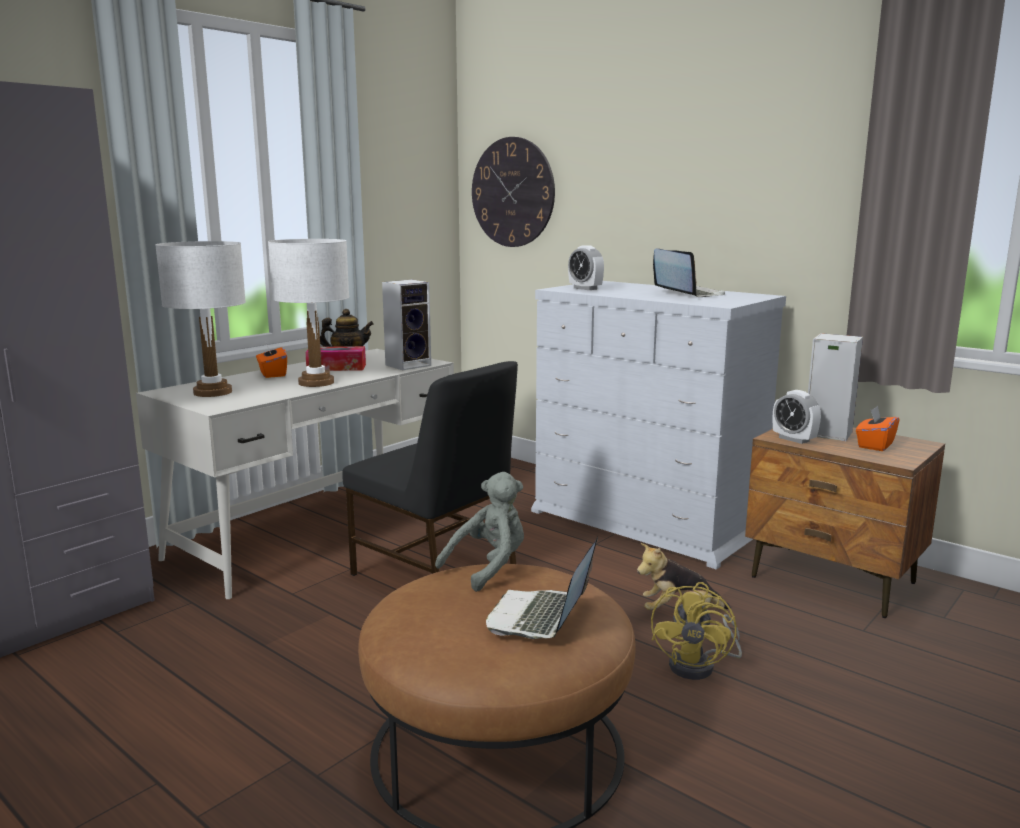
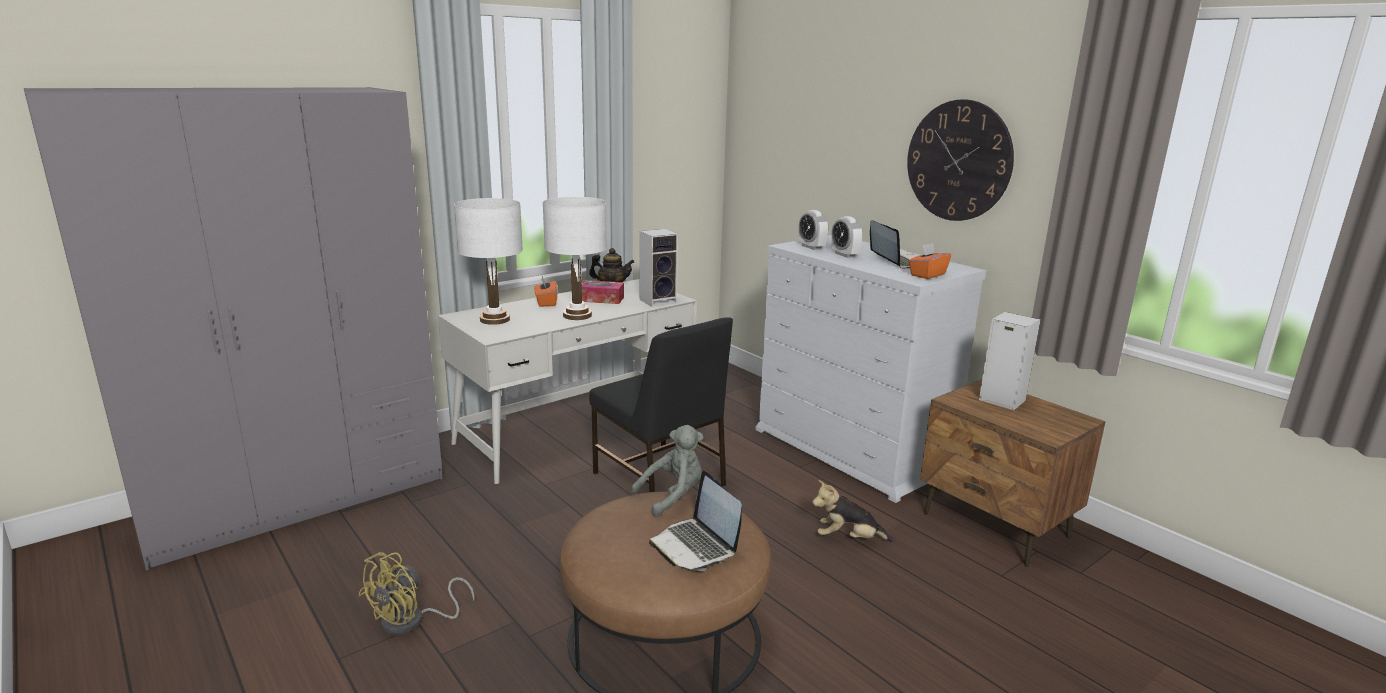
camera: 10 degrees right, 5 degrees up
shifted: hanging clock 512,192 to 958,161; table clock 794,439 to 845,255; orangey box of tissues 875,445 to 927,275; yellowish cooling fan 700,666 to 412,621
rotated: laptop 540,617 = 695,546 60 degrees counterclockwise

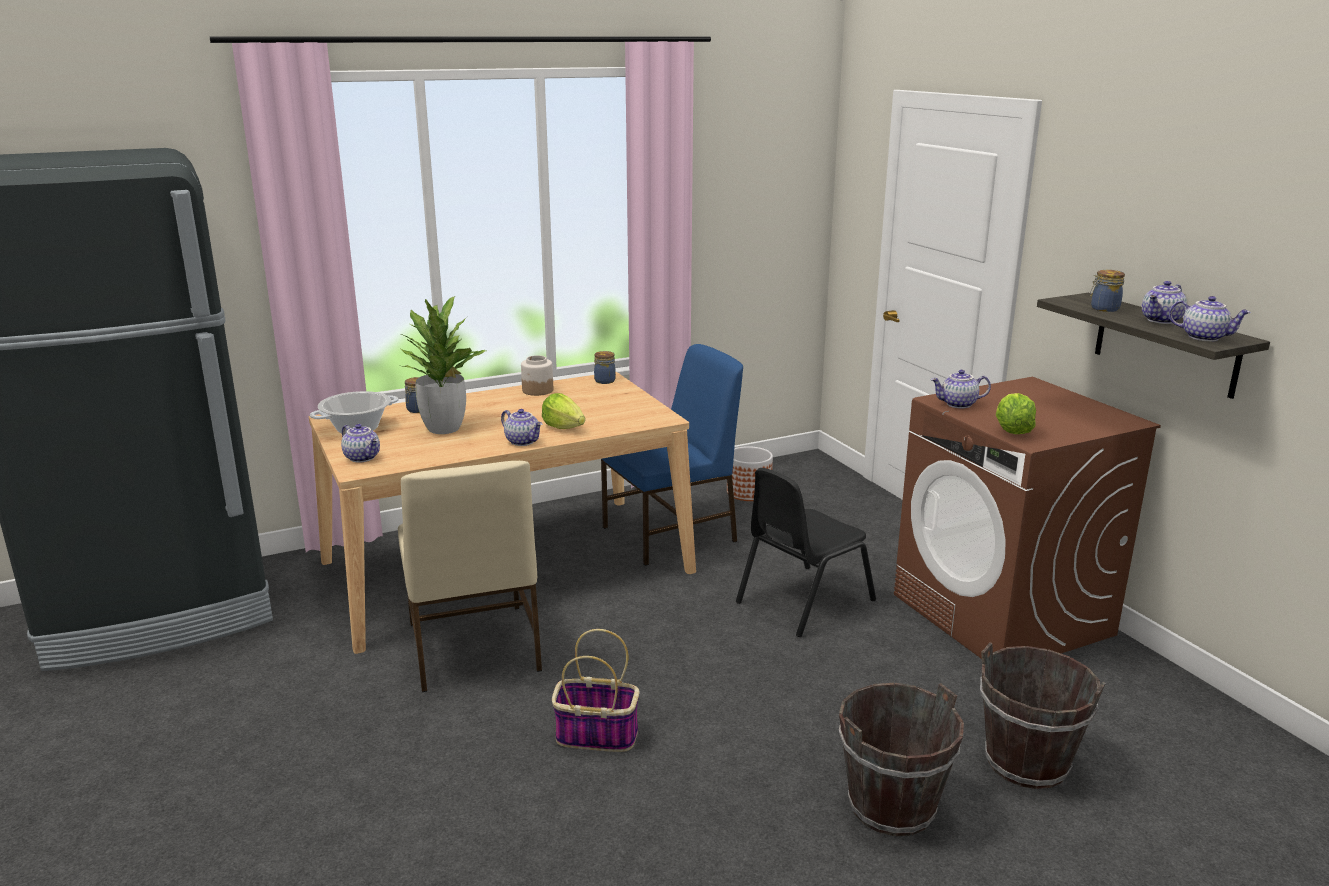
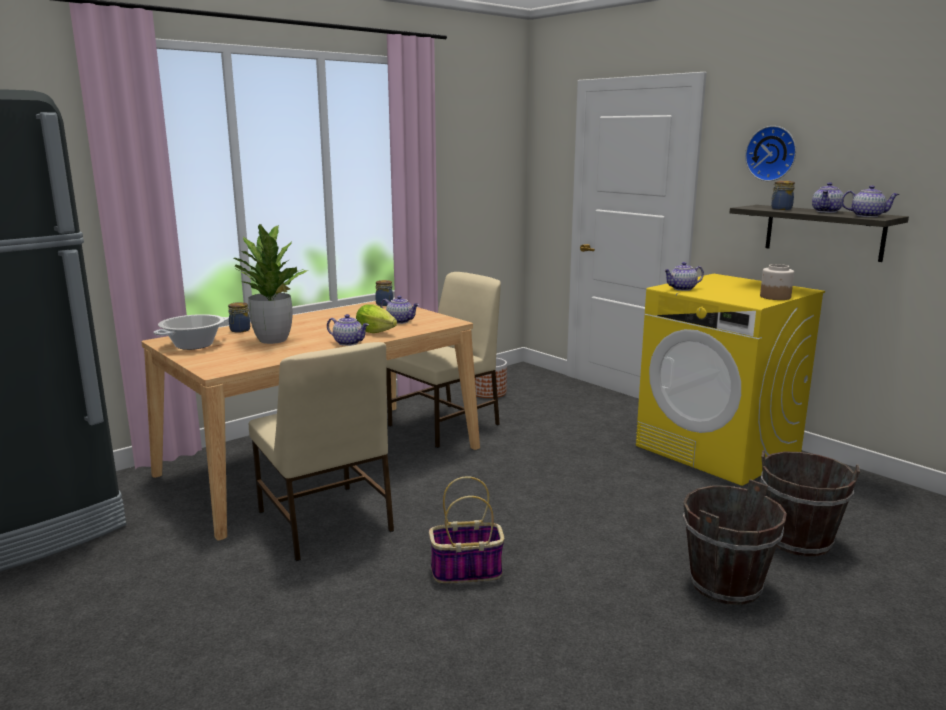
camera: 15 degrees left, 5 degrees down
gone: head of lettuce 1012,431; black upright chair 803,601
new: hanging clock 772,153
shifted: preserve jar 537,390 to 774,297; pot for tea 363,457 to 400,321
repainted: blue upright chair 672,534 to beige-coloured upright chair 446,425; brown-coloured laundry appliance 1002,615 to yellowish laundry appliance 718,449

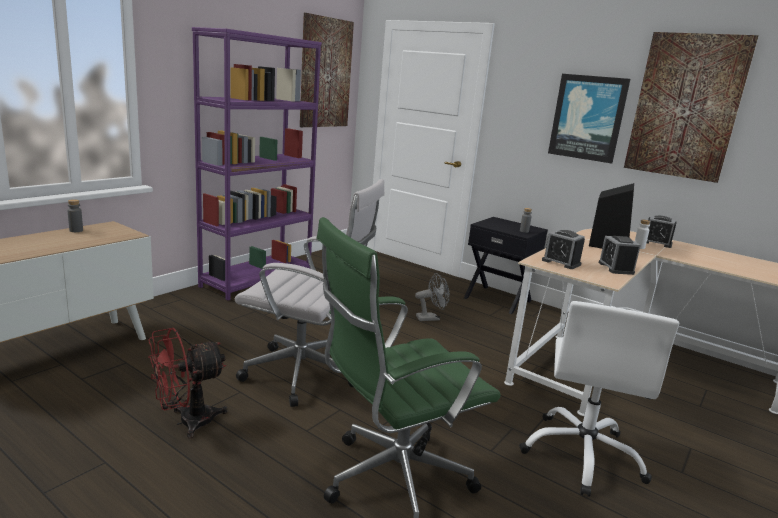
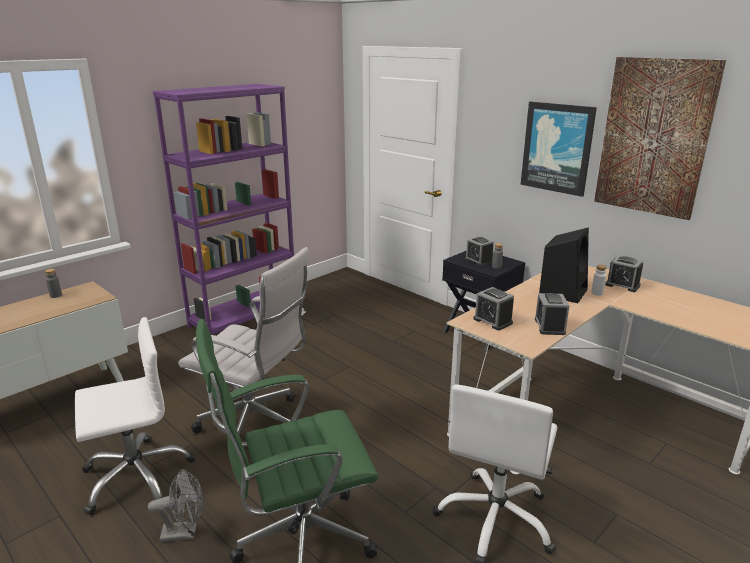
camera: 10 degrees right, 5 degrees up
gone: picture 325,73
new: table clock 478,261
shifted: greyish cooling fan 431,318 to 185,532
swapped: red cooling fan 187,422 to white-coloured office chair 137,476

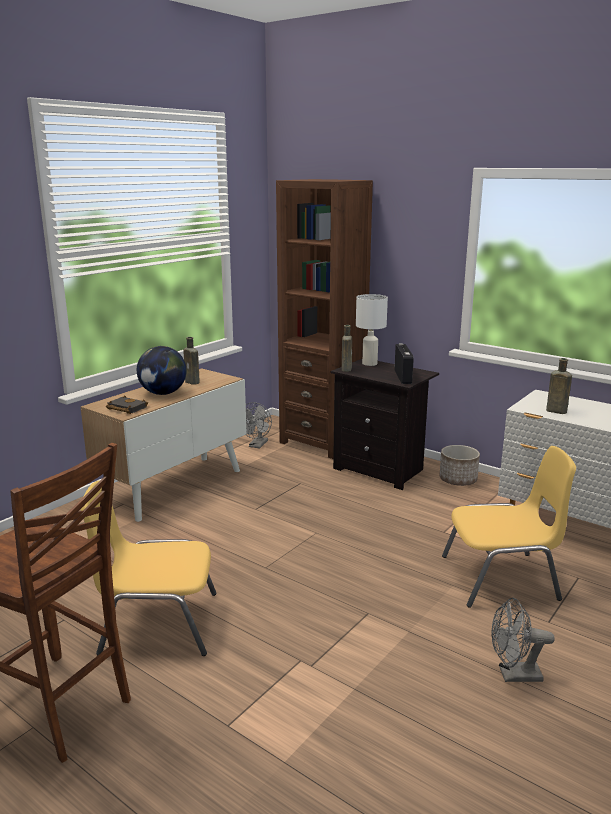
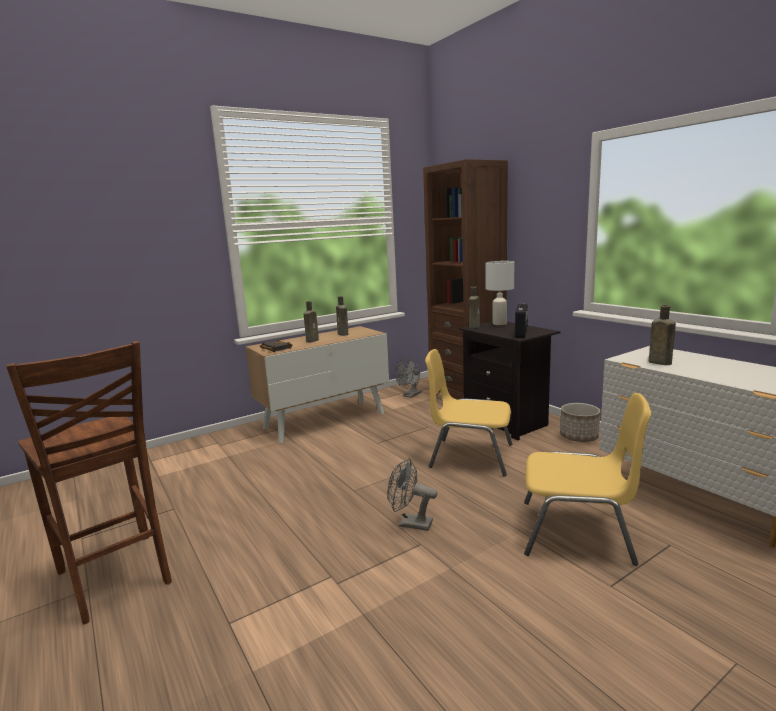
camera: 20 degrees right, 5 degrees down
shifted: yellowish upright chair 157,623 to 470,456; greyish cooling fan 513,675 to 410,523
swapped: globe 163,393 to brown-coloured beverage bottle 313,340

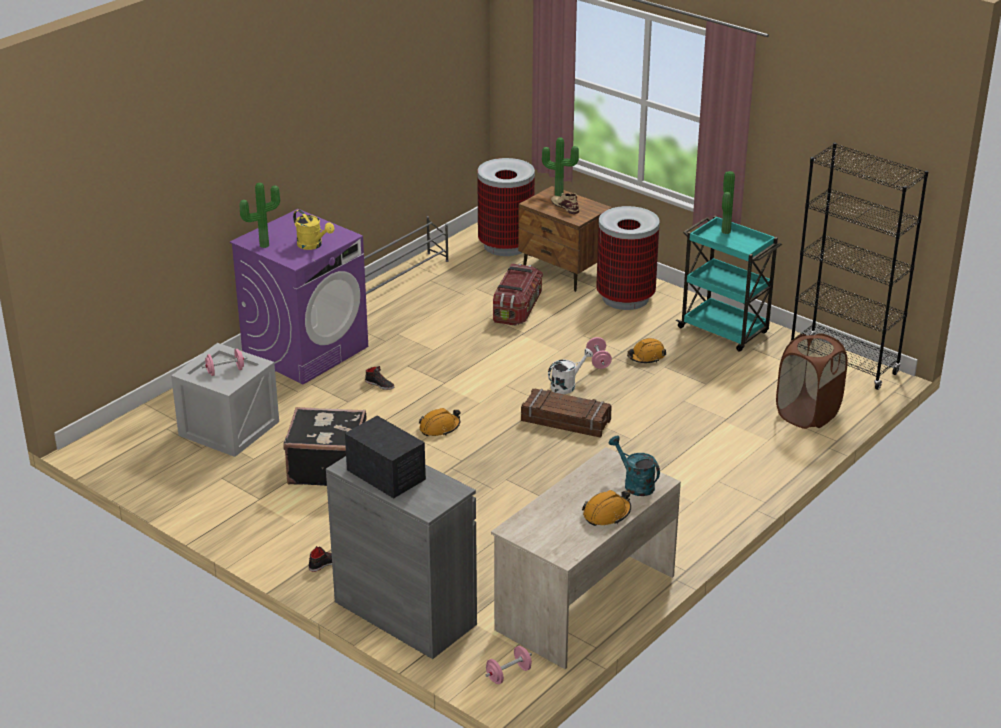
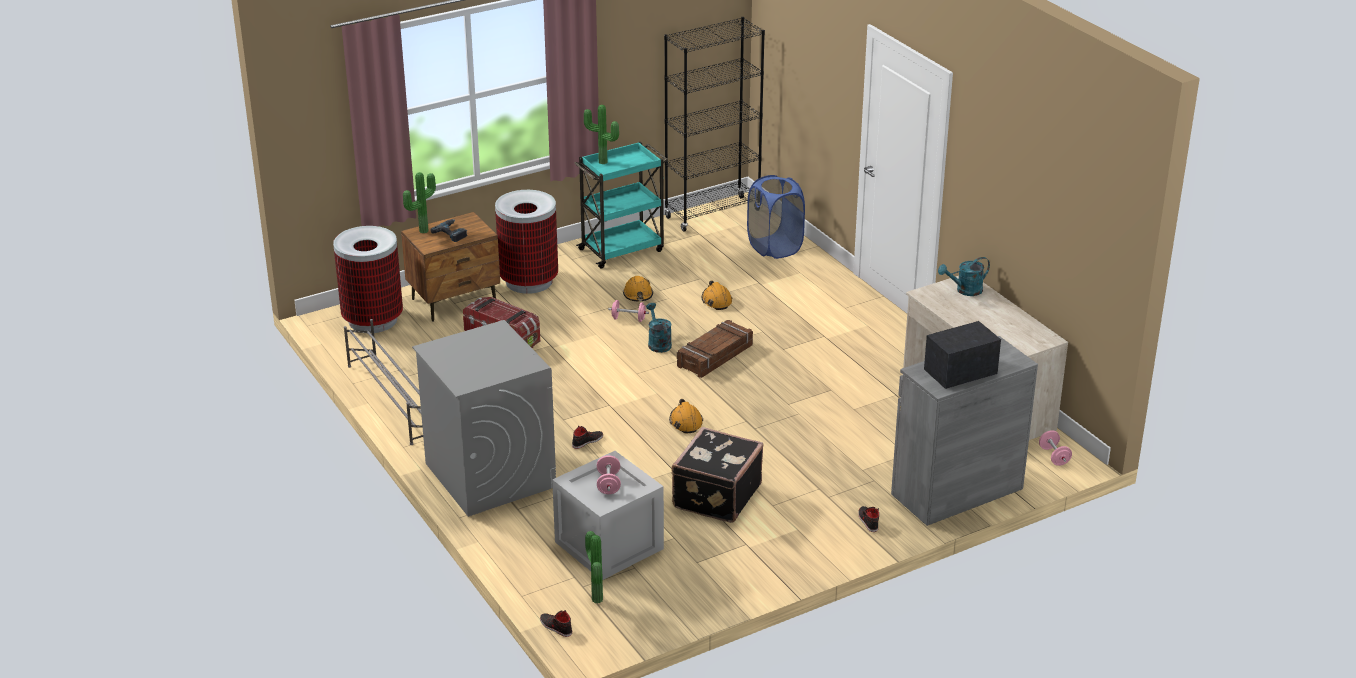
camera: 70 degrees left, 0 degrees up
gone: yellowish sprinkling can 313,245
new: black shoe 555,627
shifted: potted plant 263,245 to 595,600; orangey work helmet 607,514 to 716,301
swapped: beige-coloured boot 565,206 to electric drill 452,233
repainted: purple laundry appliance 306,350 to greyish laundry appliance 489,474; brown-coloured laundry basket 807,414 to blue laundry basket 774,247; white-coloured sprinkling can 567,385 to blue-green sprinkling can 658,343

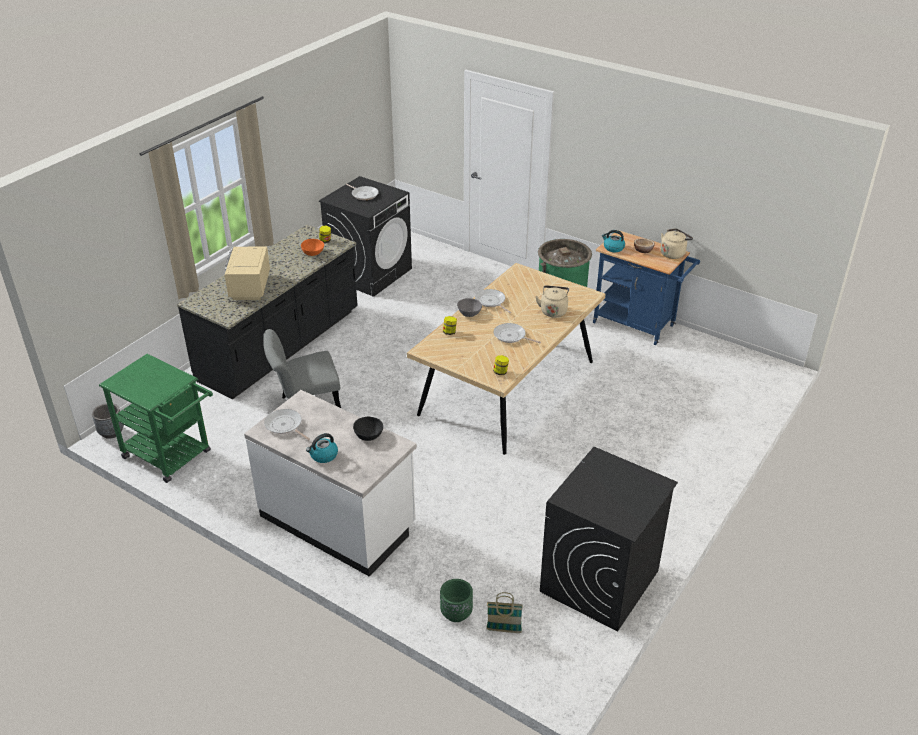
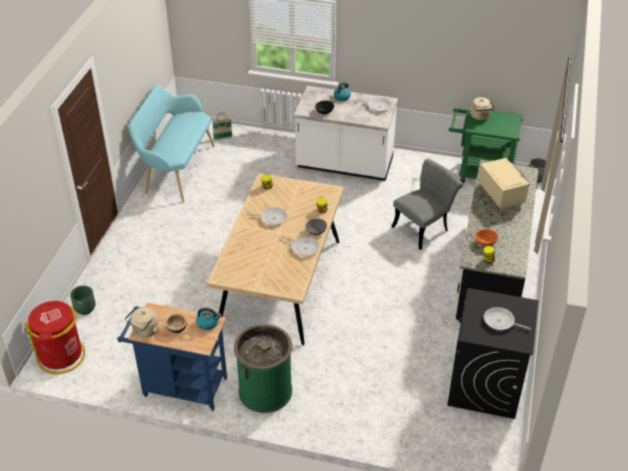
camera: 160 degrees right, 5 degrees up
new: red trash can 61,356
shifted: beige-coloured tea kettle 553,311 to 480,117; green planter 456,613 to 85,309
swapped: black laundry appliance 599,581 to blue-green long seat 176,170

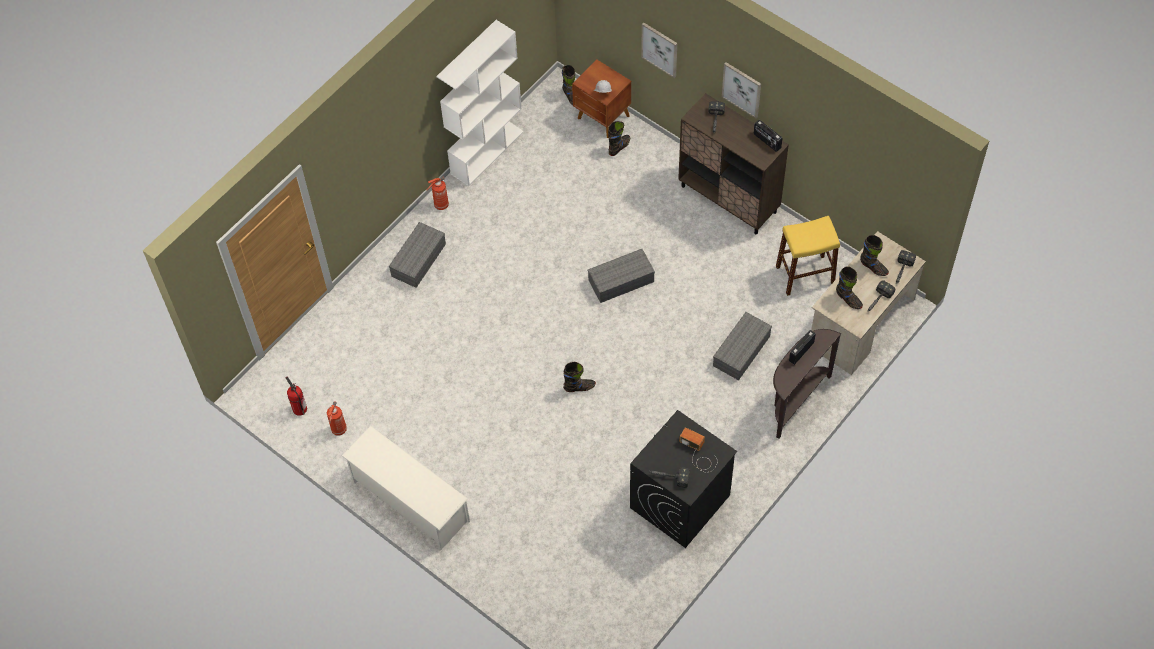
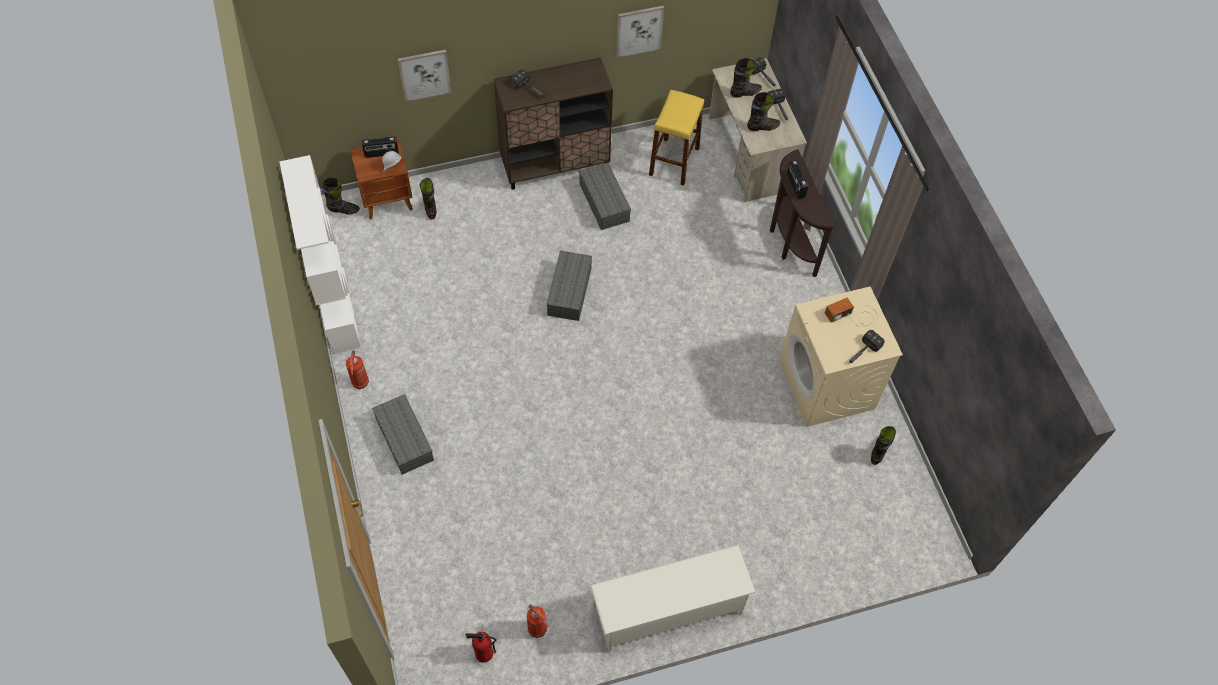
camera: 60 degrees left, 0 degrees up
shifted: picture 742,89 to 639,30; radio 767,141 to 381,154; greyish storage container 741,350 to 603,202; black boot 579,387 to 879,451
repainted: black laundry appliance 680,502 to beige-coloured laundry appliance 827,385

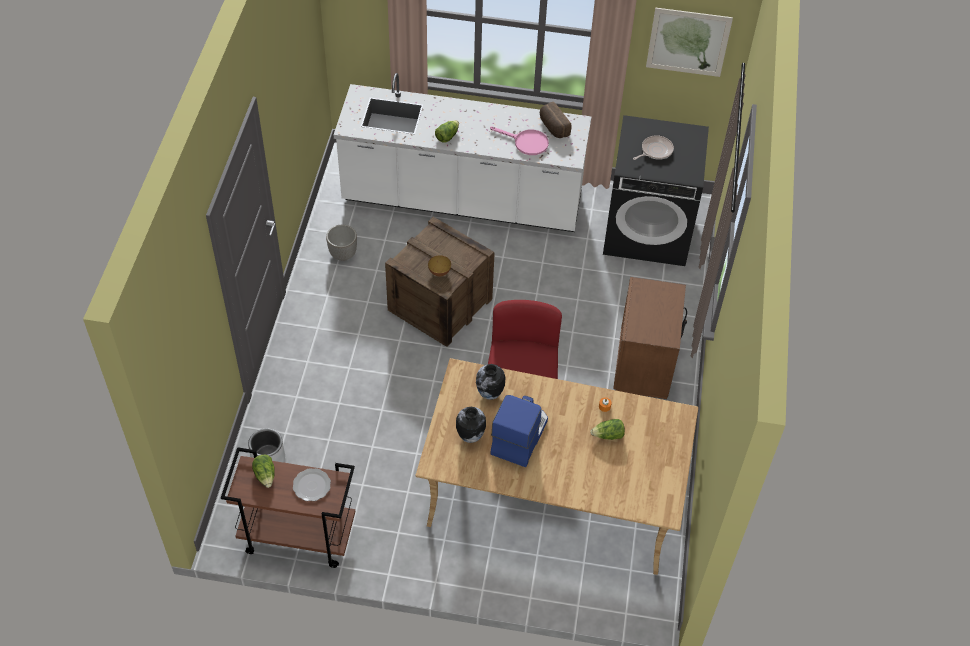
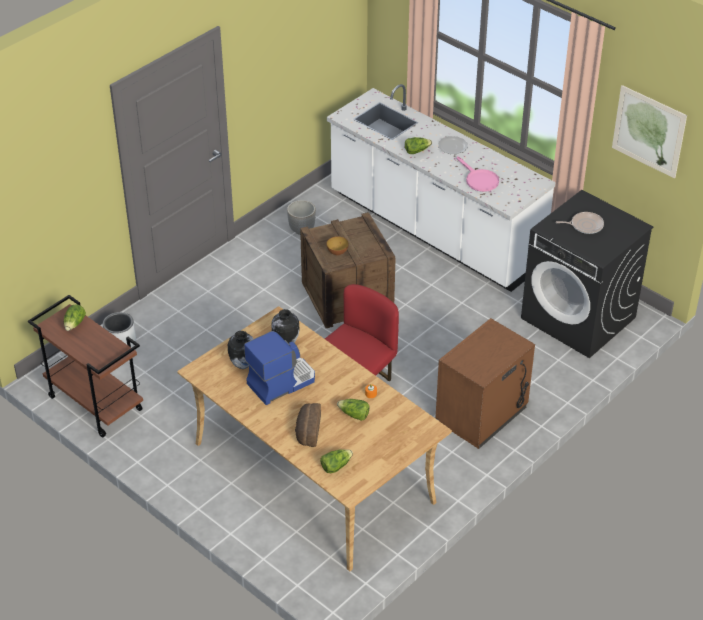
camera: 35 degrees right, 10 degrees down
new: head of lettuce 336,466
shifted: bread 553,127 to 307,431; dinner plate 311,485 to 452,146

